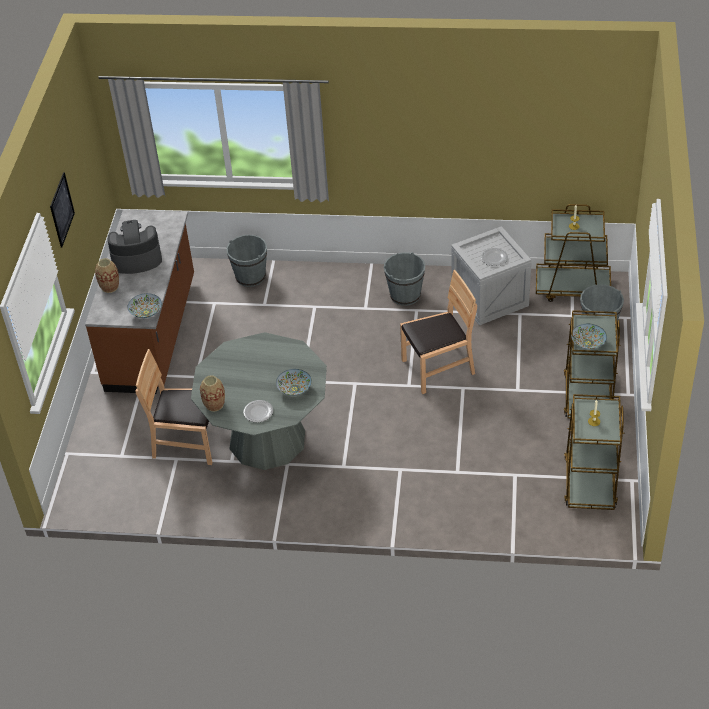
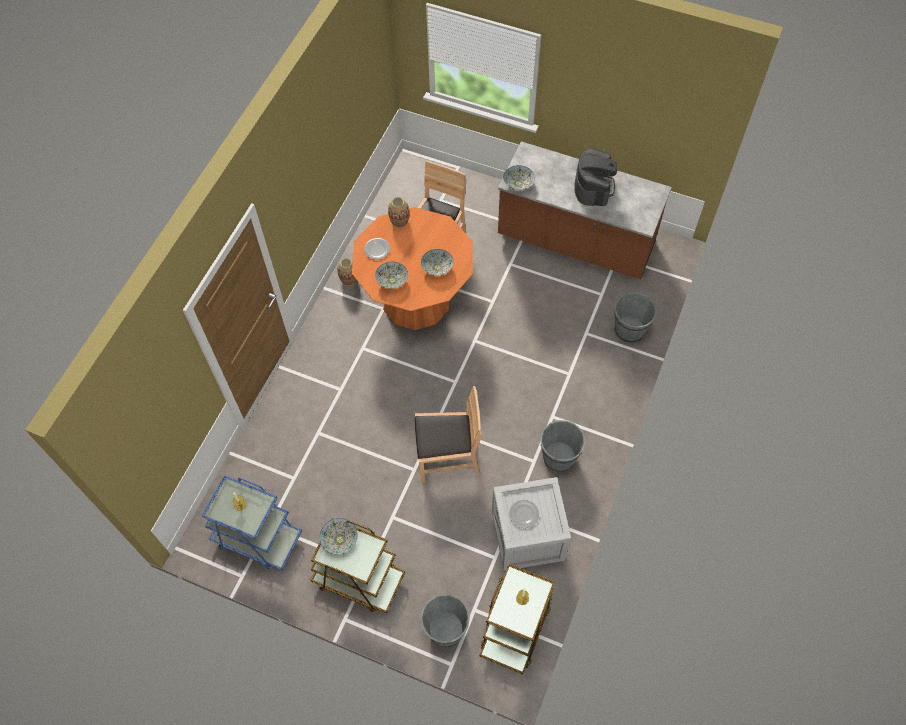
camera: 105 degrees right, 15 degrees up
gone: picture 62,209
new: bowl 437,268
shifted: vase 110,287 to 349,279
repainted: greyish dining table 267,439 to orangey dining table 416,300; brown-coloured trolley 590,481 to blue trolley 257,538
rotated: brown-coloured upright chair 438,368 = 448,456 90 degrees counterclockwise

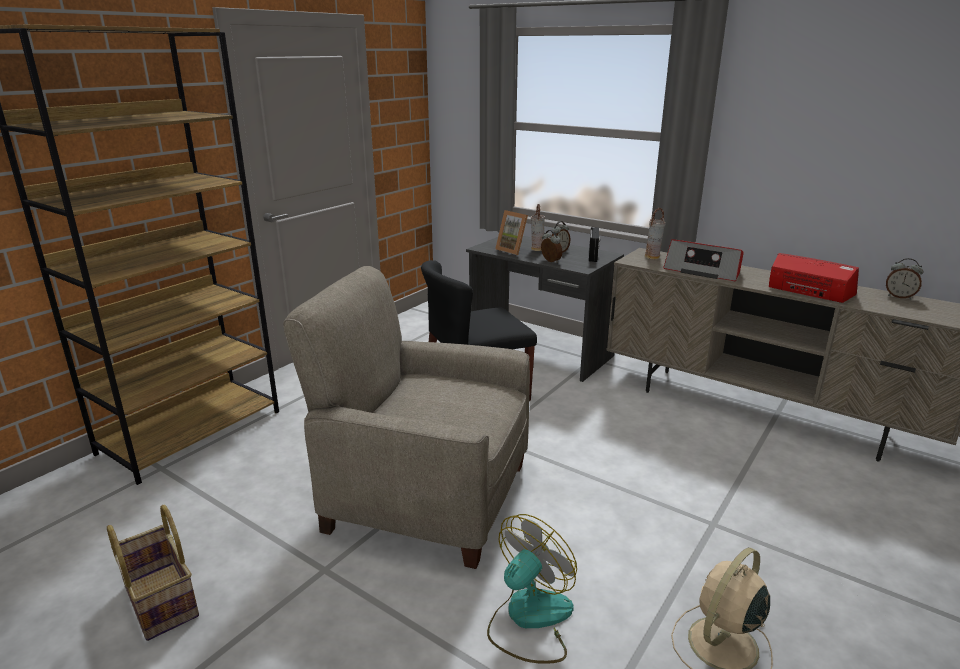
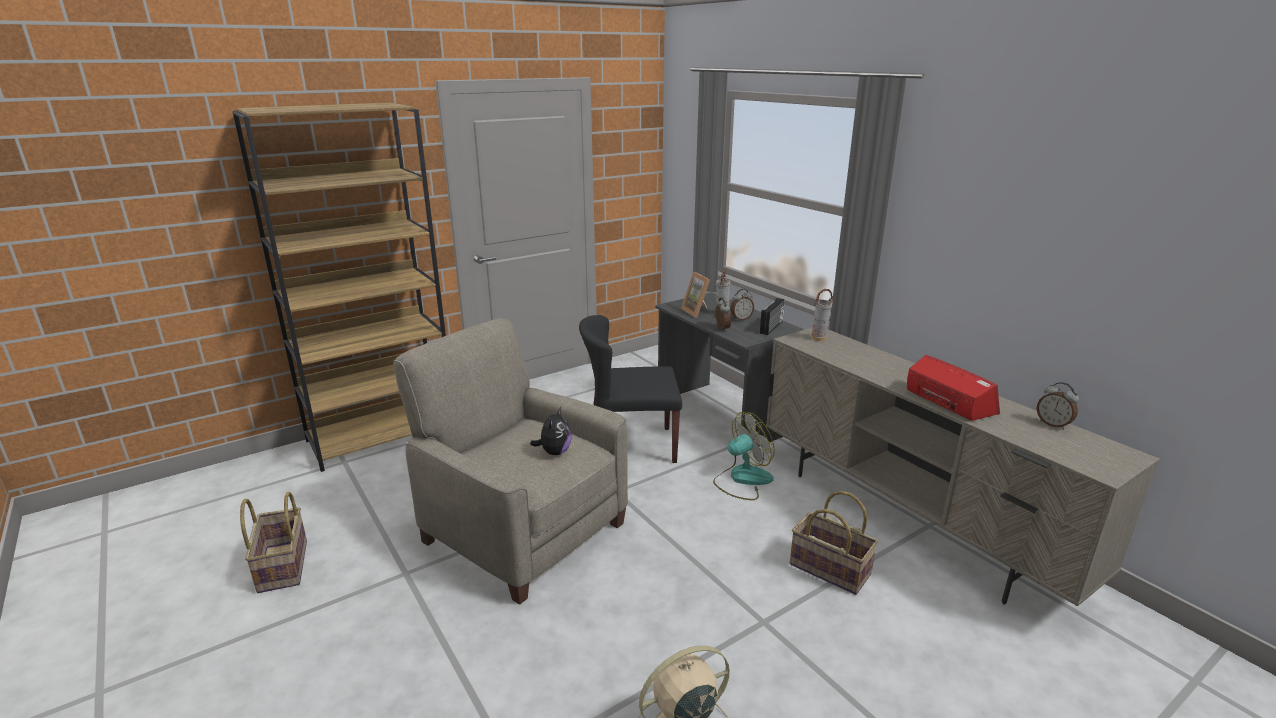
camera: 20 degrees right, 0 degrees up
gone: radio 703,271
new: cuddly toy 554,452; basket 828,570
shifted: cooling fan 529,619 to 742,479

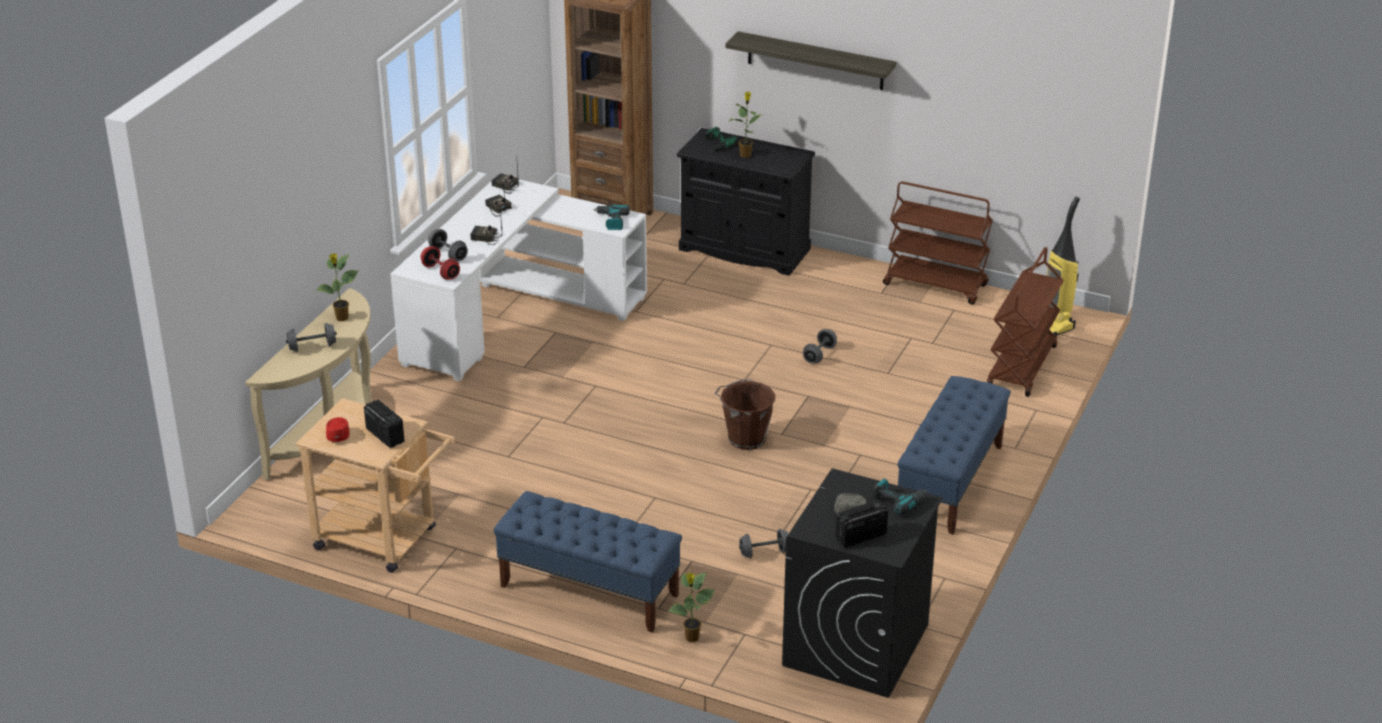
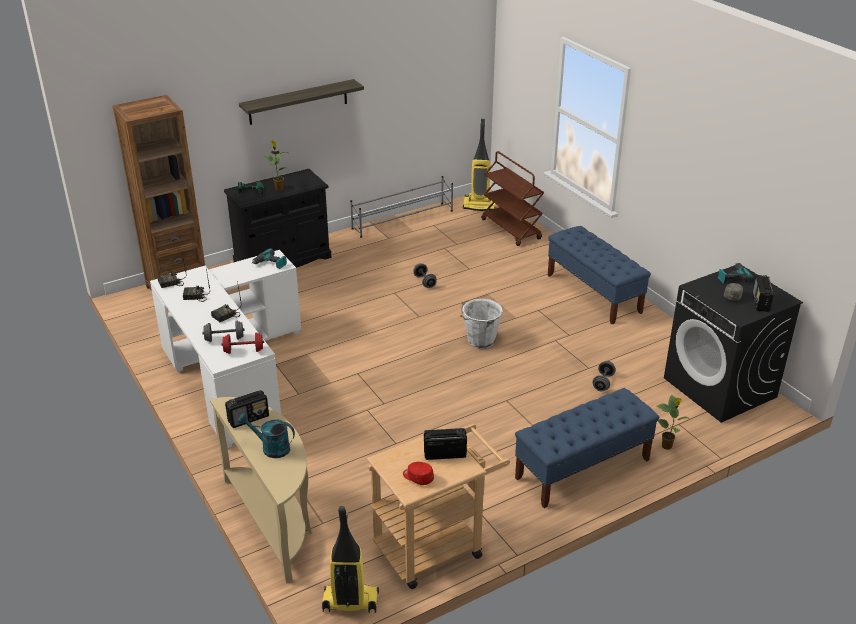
camera: 55 degrees left, 0 degrees up
new: vacuum cleaner 349,602
swapped: brown-coloured trolley 936,285 to greyish shoe shelf 403,220; potted plant 341,318 to radio 249,418; greyish free weight 312,347 to blue-green sprinkling can 271,448
repainted: brown-coloured bucket 745,438 to white-coloured bucket 480,341

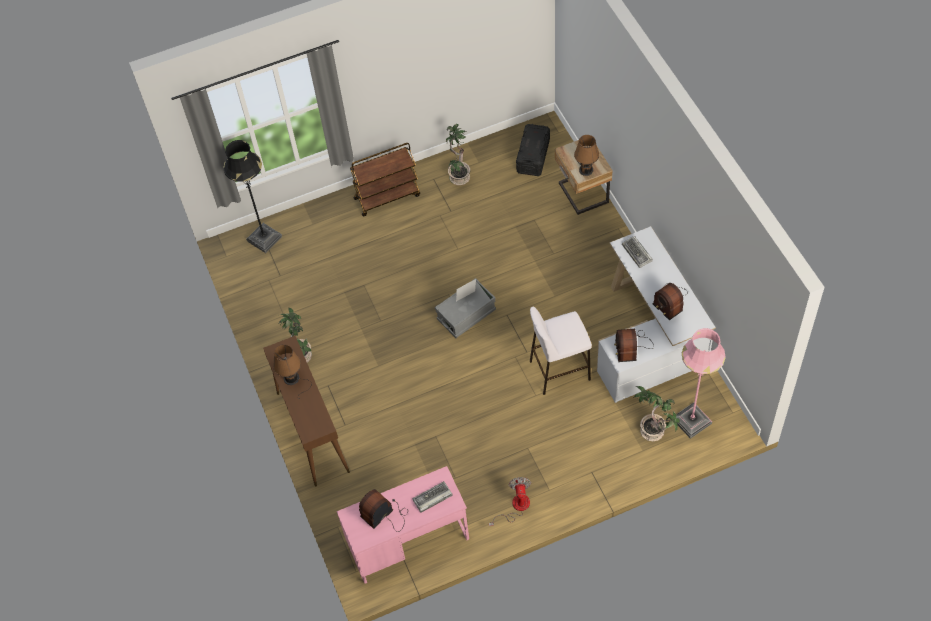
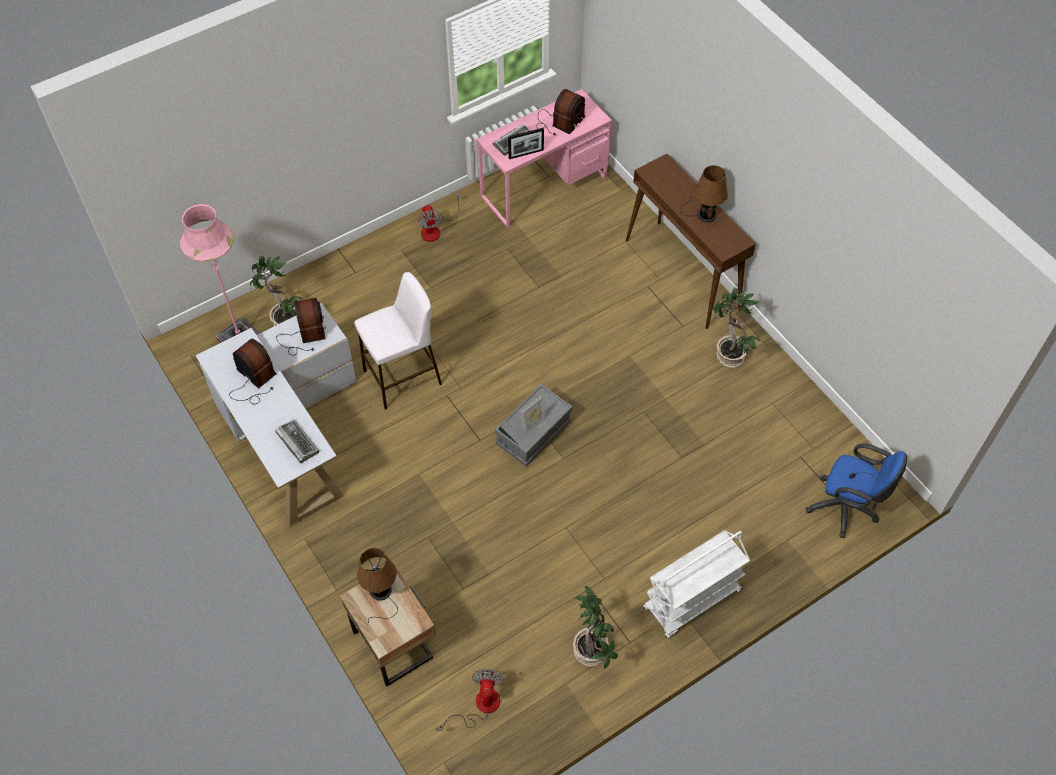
camera: 165 degrees right, 0 degrees up
new: photo frame 526,154
swapped: black storage container 533,156 to cooling fan 479,706; black floor lamp 264,238 to blue office chair 846,508
repainted: brown-coloured trolley 387,196 to white-coloured trolley 692,601

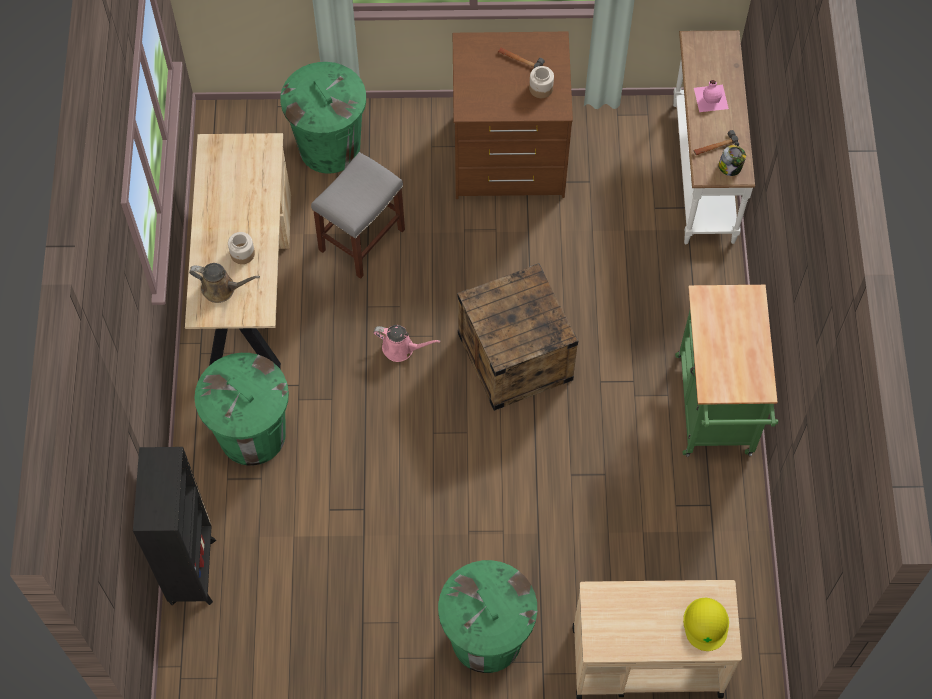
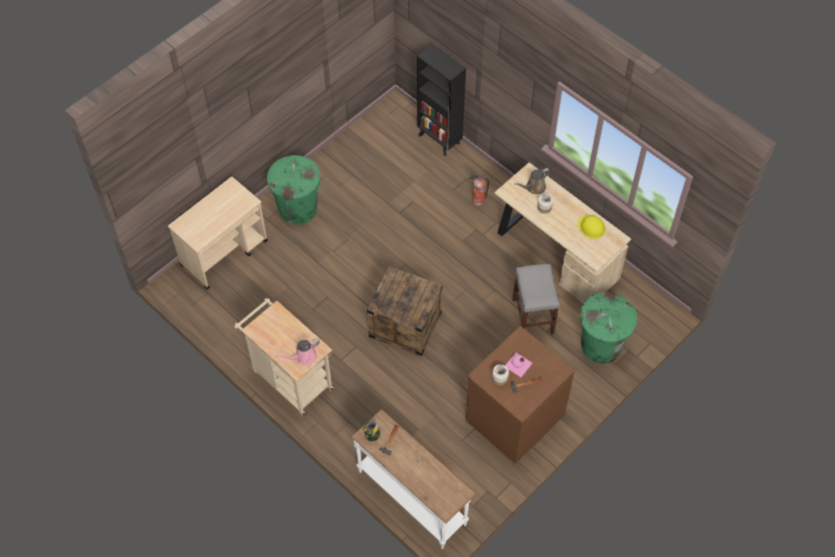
camera: 135 degrees right, 5 degrees down
shifted: pink-coloured beverage bottle 711,97 to 518,365; pink-coloured sprinkling can 401,348 to 303,357; yellowish work helmet 706,623 to 591,227
swapped: green trash can 252,435 to extinguisher 477,201
repainted: green trolley 715,412 to beige-coloured trolley 289,377

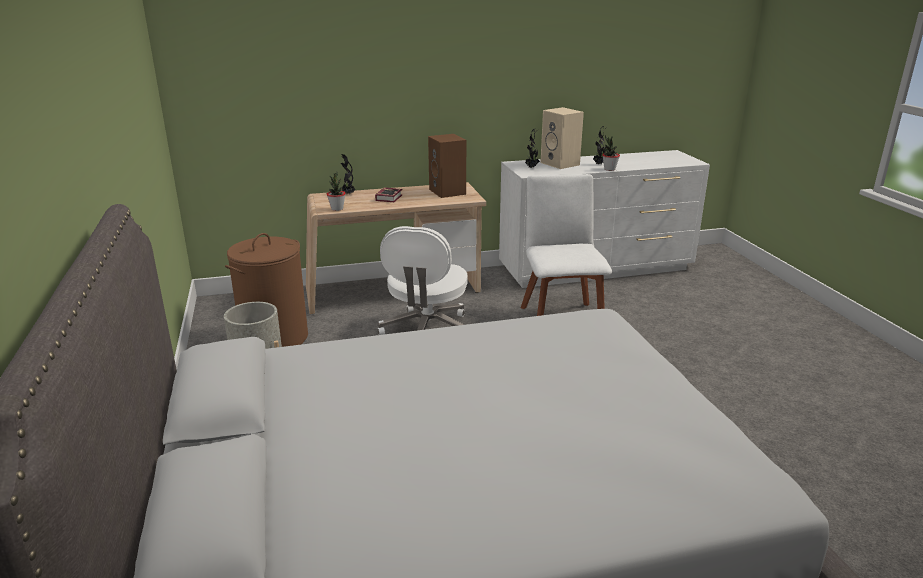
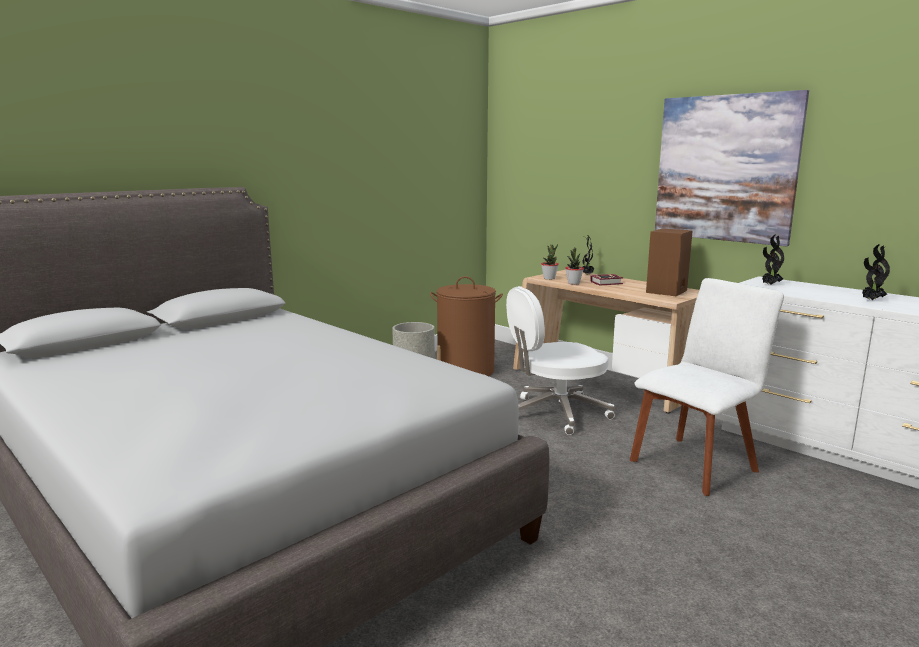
camera: 60 degrees right, 10 degrees down
gone: beige-coloured speaker 561,164
new: picture 725,168
shifted: potted plant 609,169 to 573,283

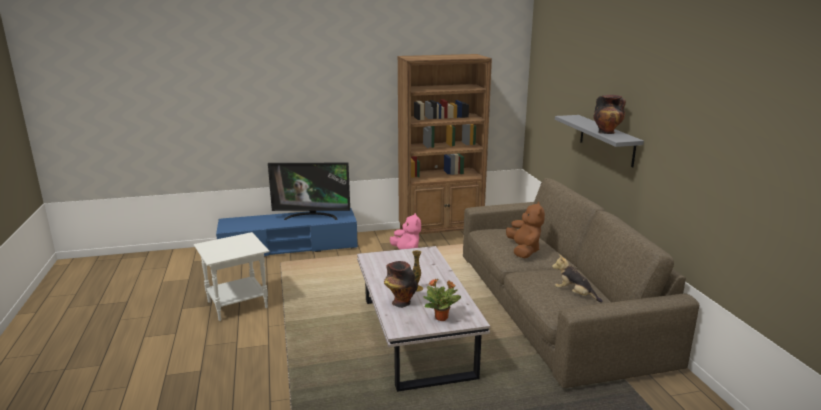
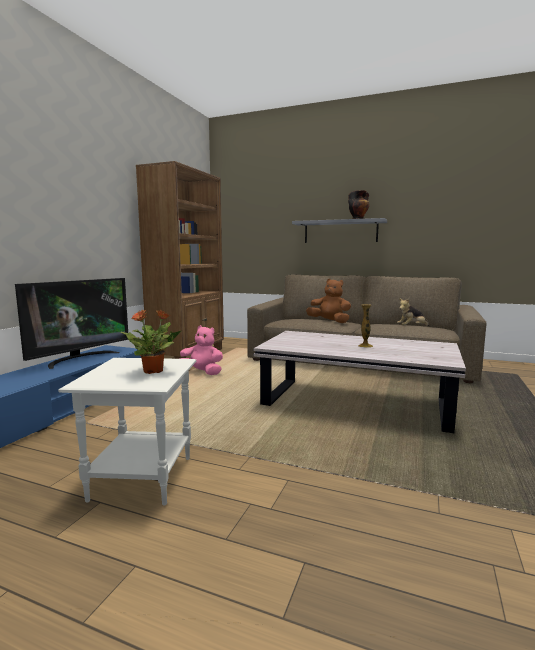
camera: 55 degrees left, 10 degrees down
gone: vase 400,302
shifted: potted plant 442,318 to 154,371

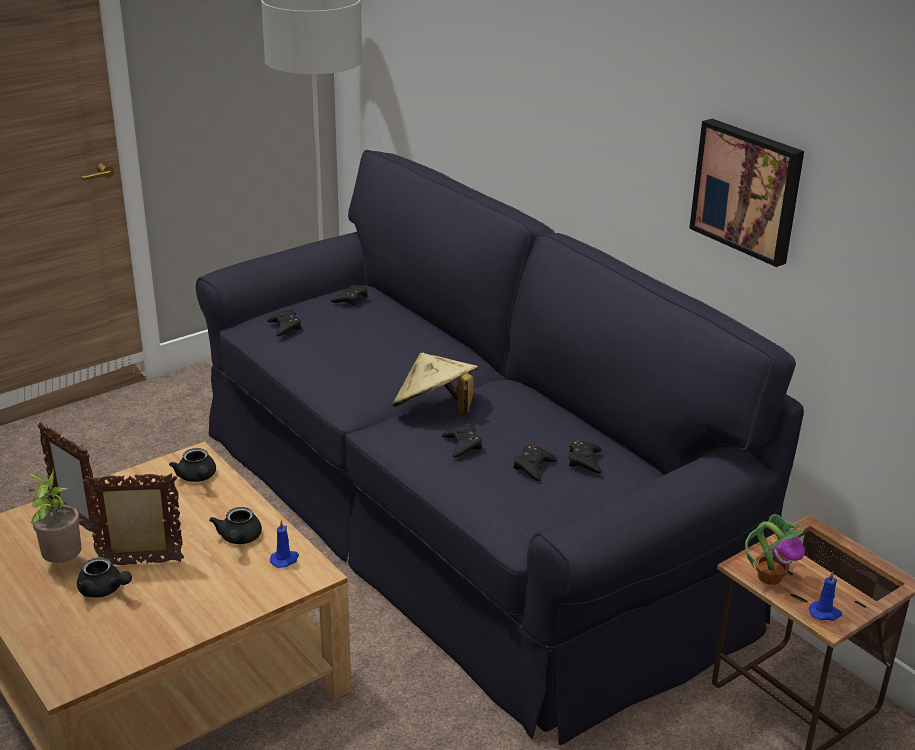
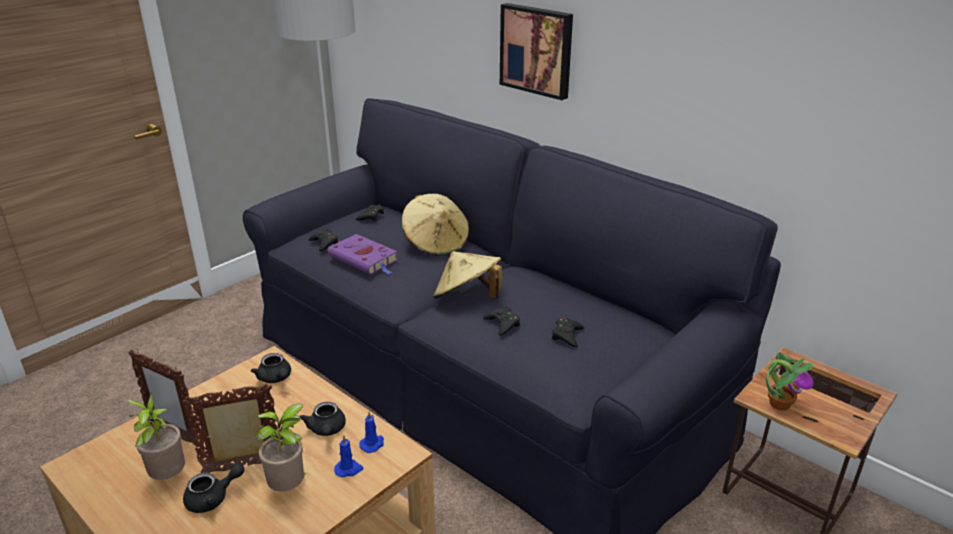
camera: 10 degrees left, 0 degrees up
gone: black game controller 585,461
new: beige-coloured hat 436,243; purple book 364,259; potted plant 290,488
shifted: picture 748,190 to 537,50; blue candle 825,613 to 349,469
rotated: black pot for tea 104,590 = 213,498 45 degrees counterclockwise

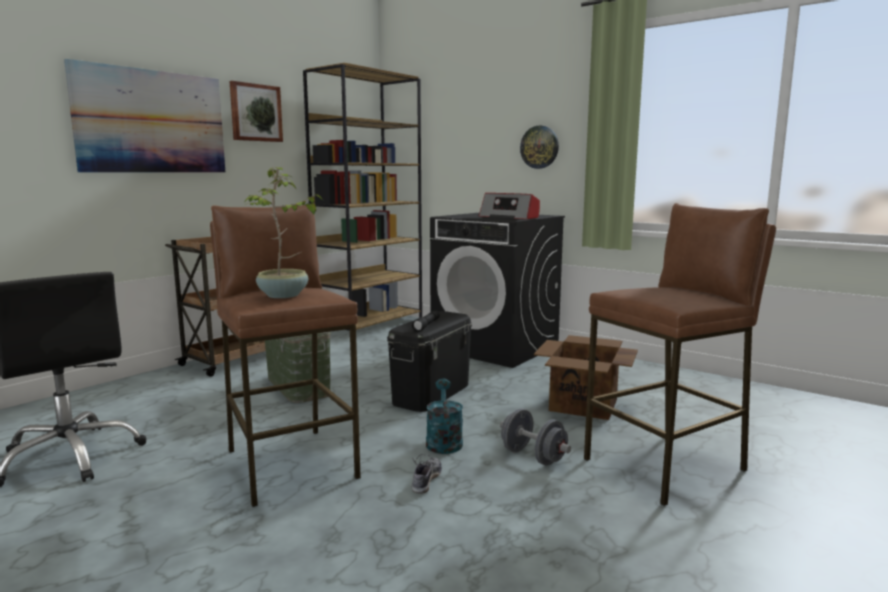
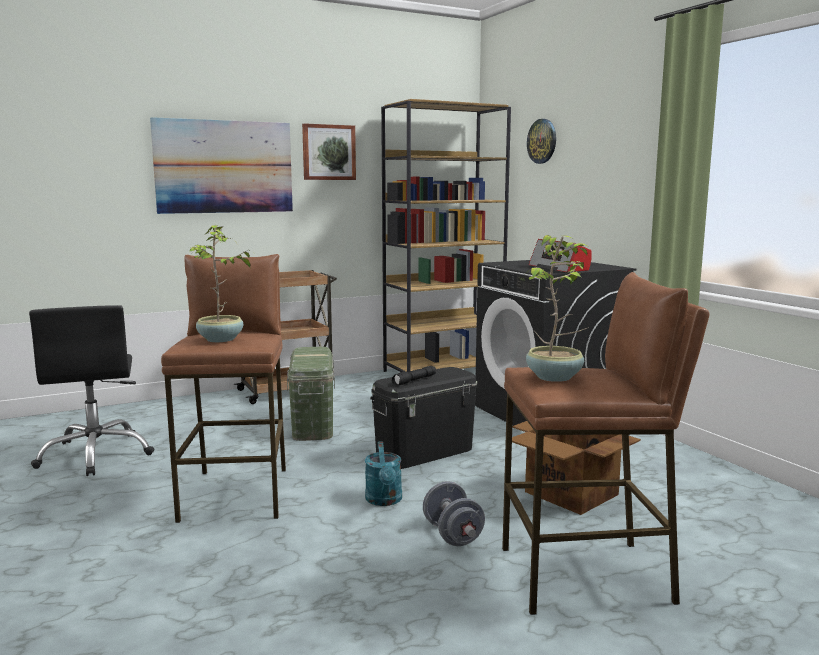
camera: 25 degrees right, 0 degrees up
gone: shoe 426,480
new: potted plant 555,377
shifted: hanging clock 539,147 to 542,141
rotated: blue-green sprinkling can 443,441 = 384,501 150 degrees clockwise

